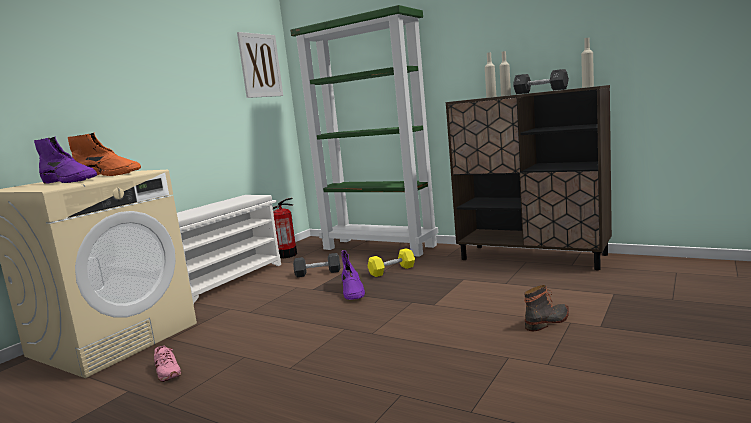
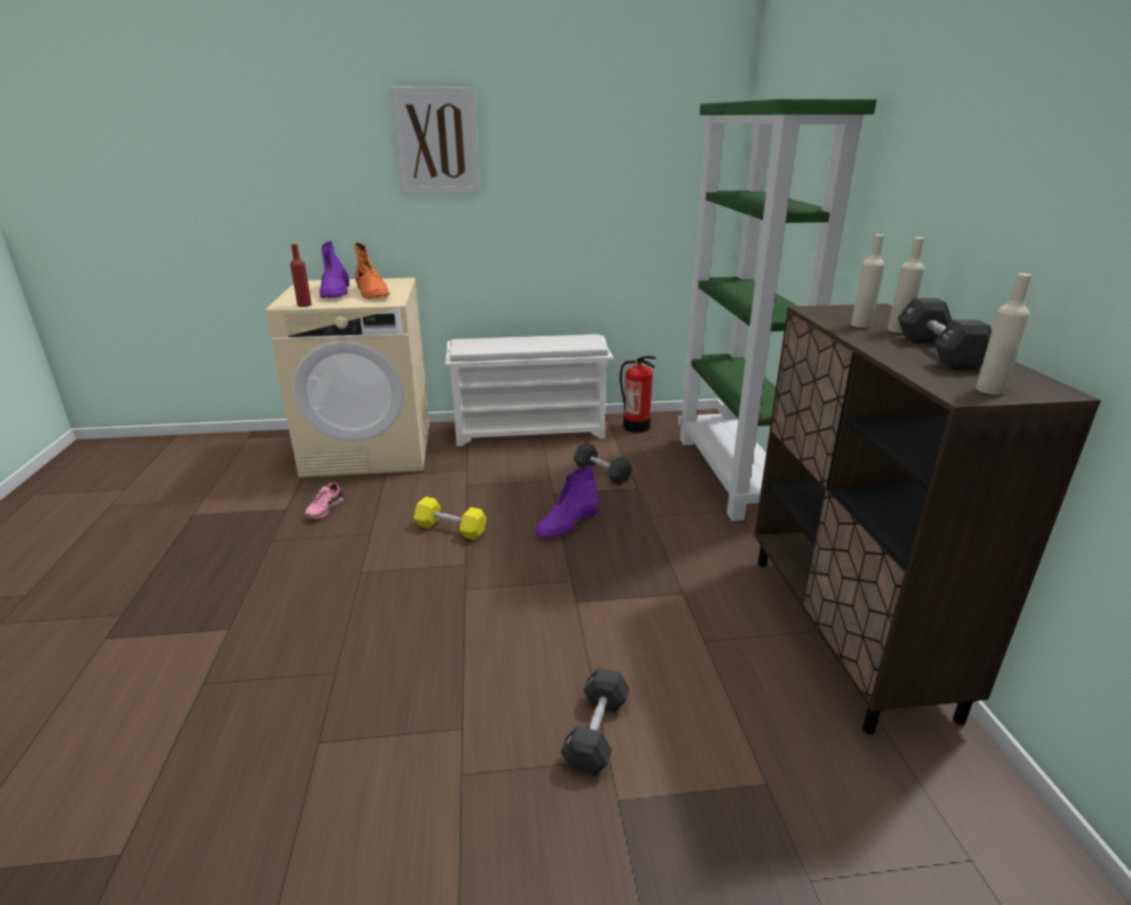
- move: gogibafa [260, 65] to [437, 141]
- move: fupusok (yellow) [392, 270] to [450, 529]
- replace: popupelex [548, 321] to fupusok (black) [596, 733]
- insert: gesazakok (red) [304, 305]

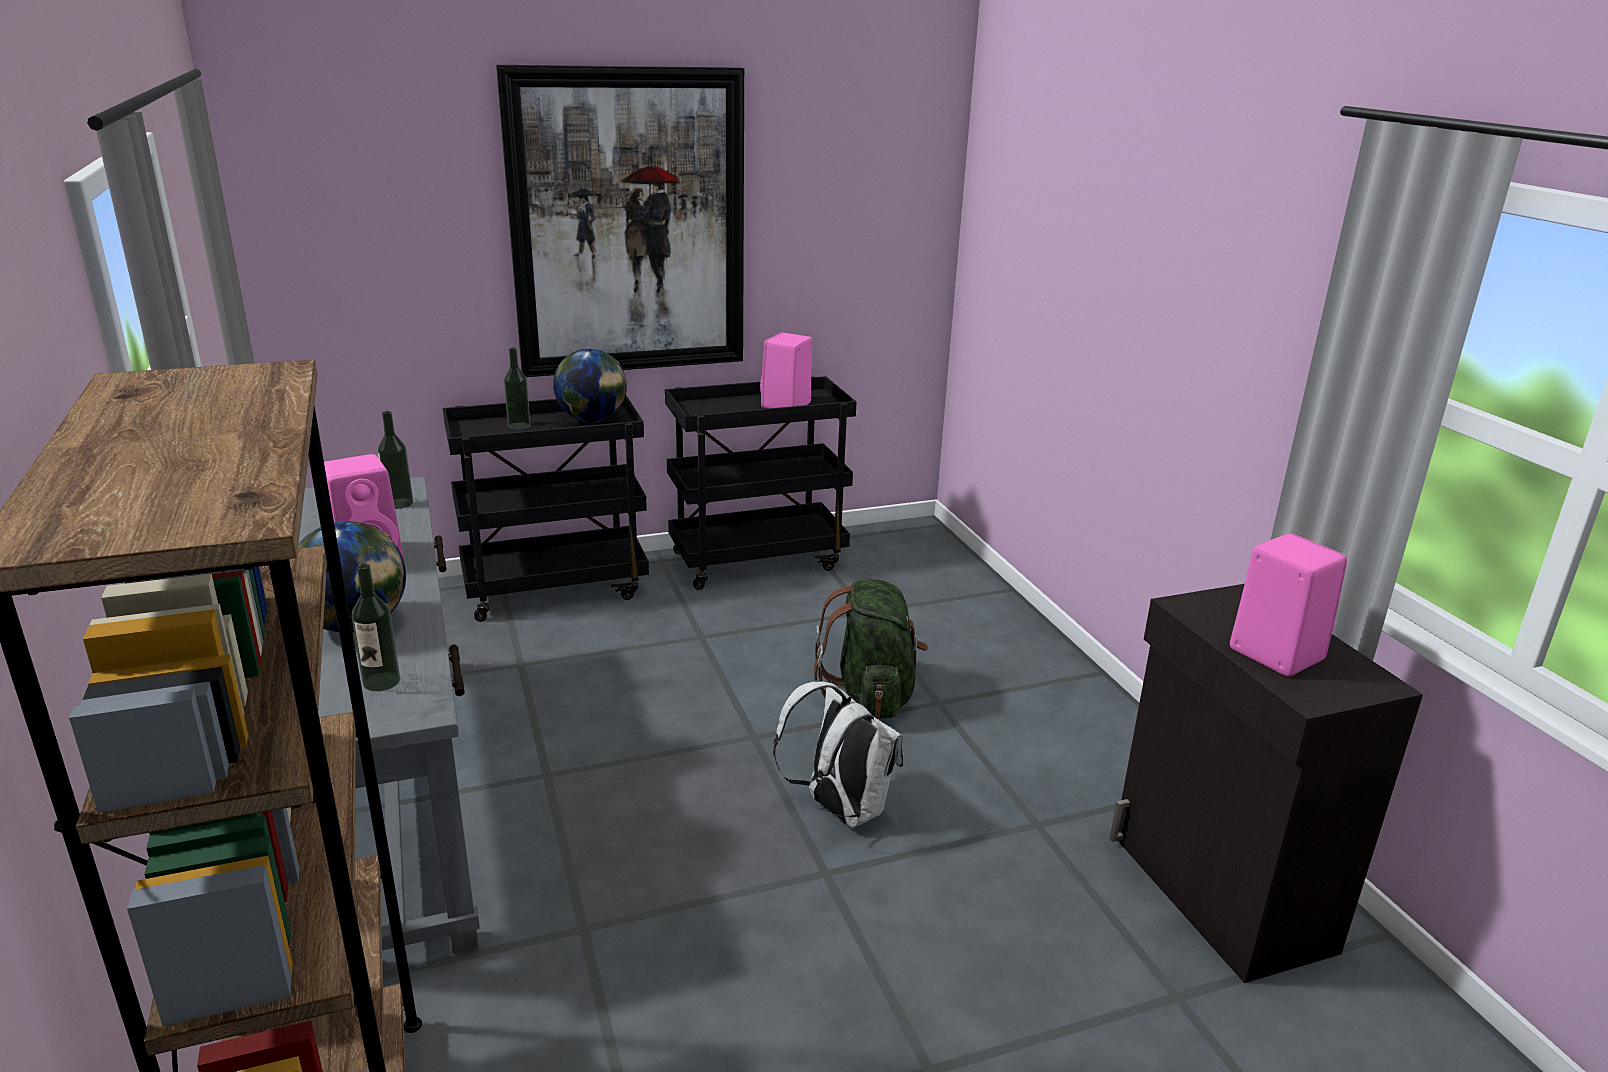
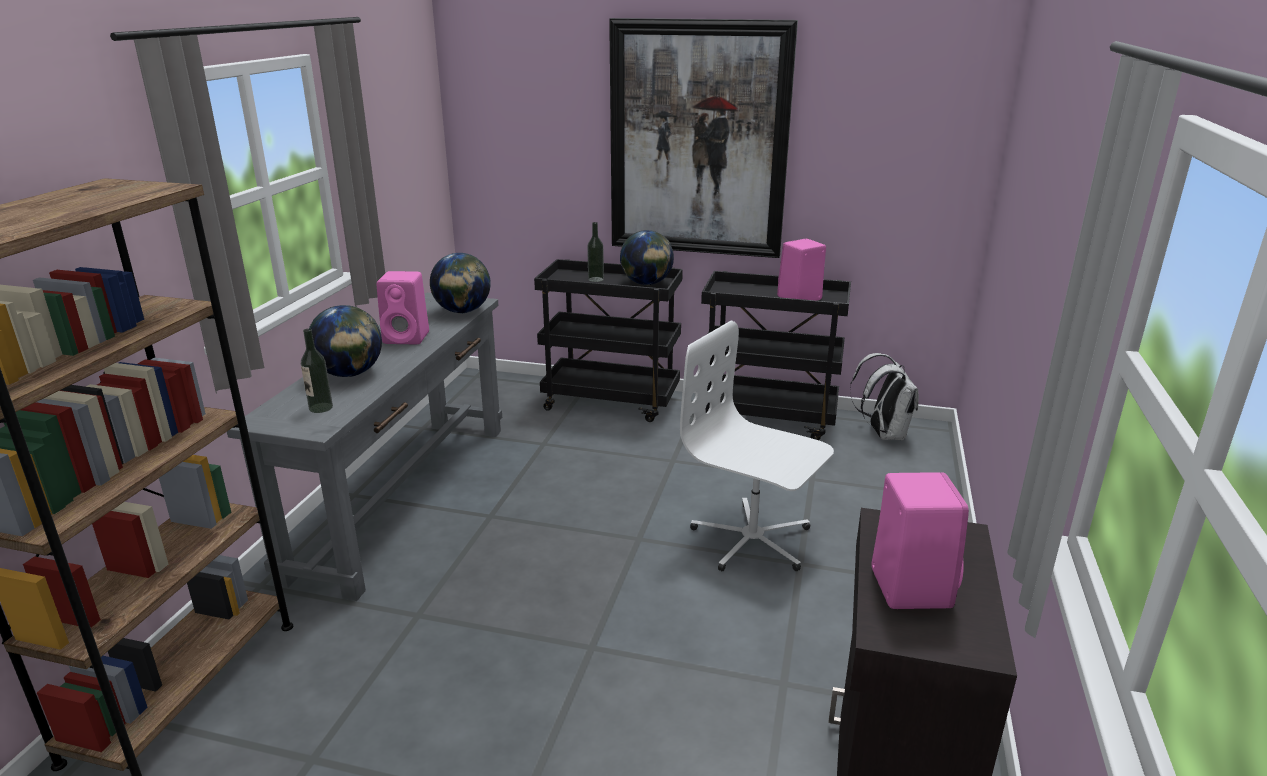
- replace: gesazakok [399, 503] to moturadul [462, 311]
- replace: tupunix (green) [871, 696] to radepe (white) [752, 540]
- move: tupunix (white) [839, 809] to [883, 434]

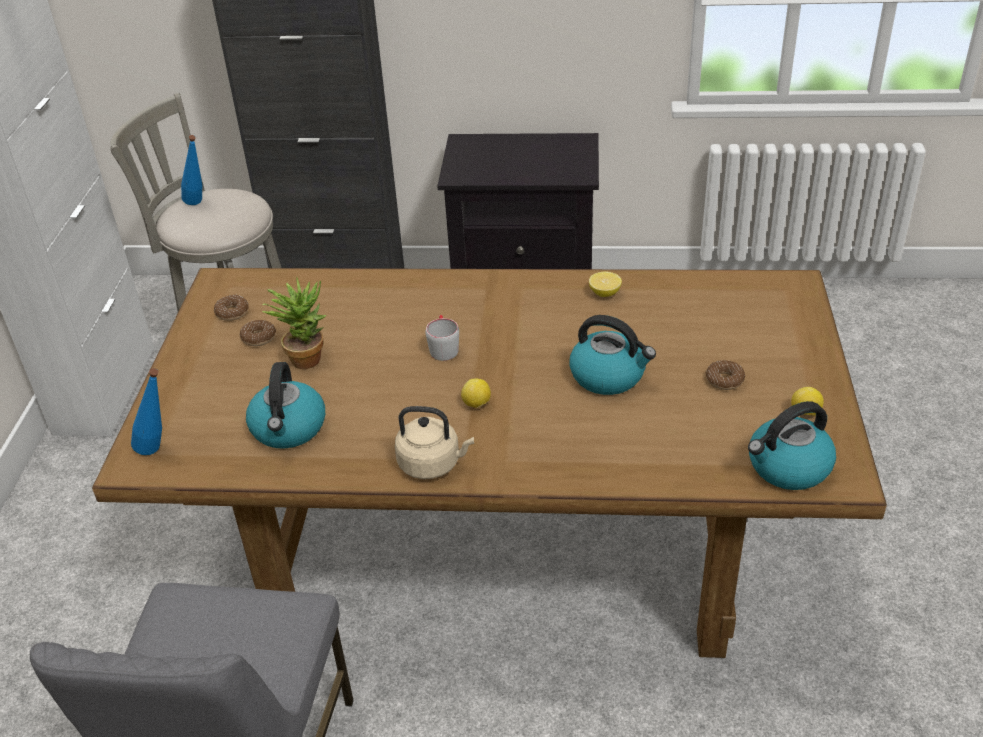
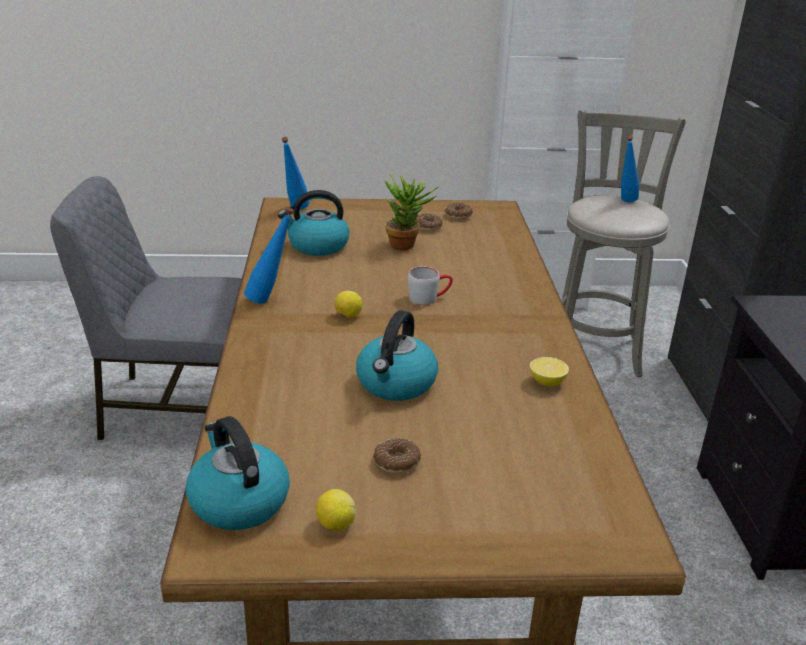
- replace: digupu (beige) [432, 464] to gesazakok (blue) [270, 300]

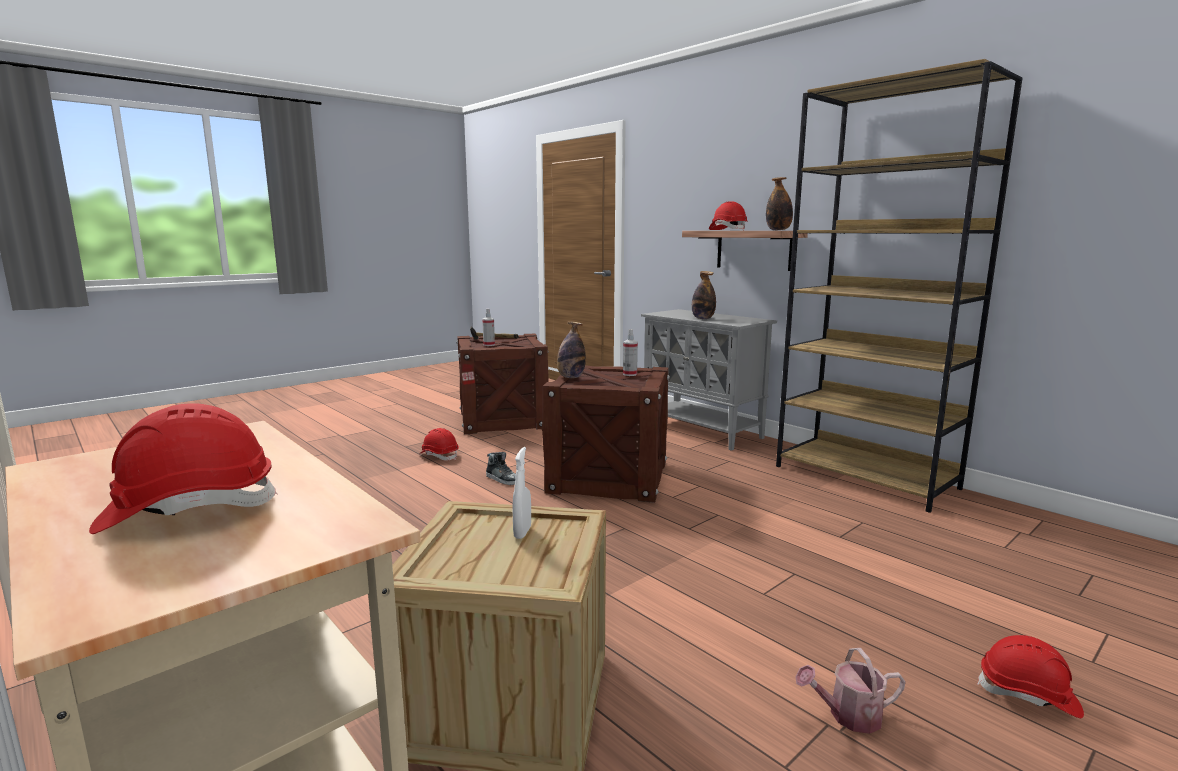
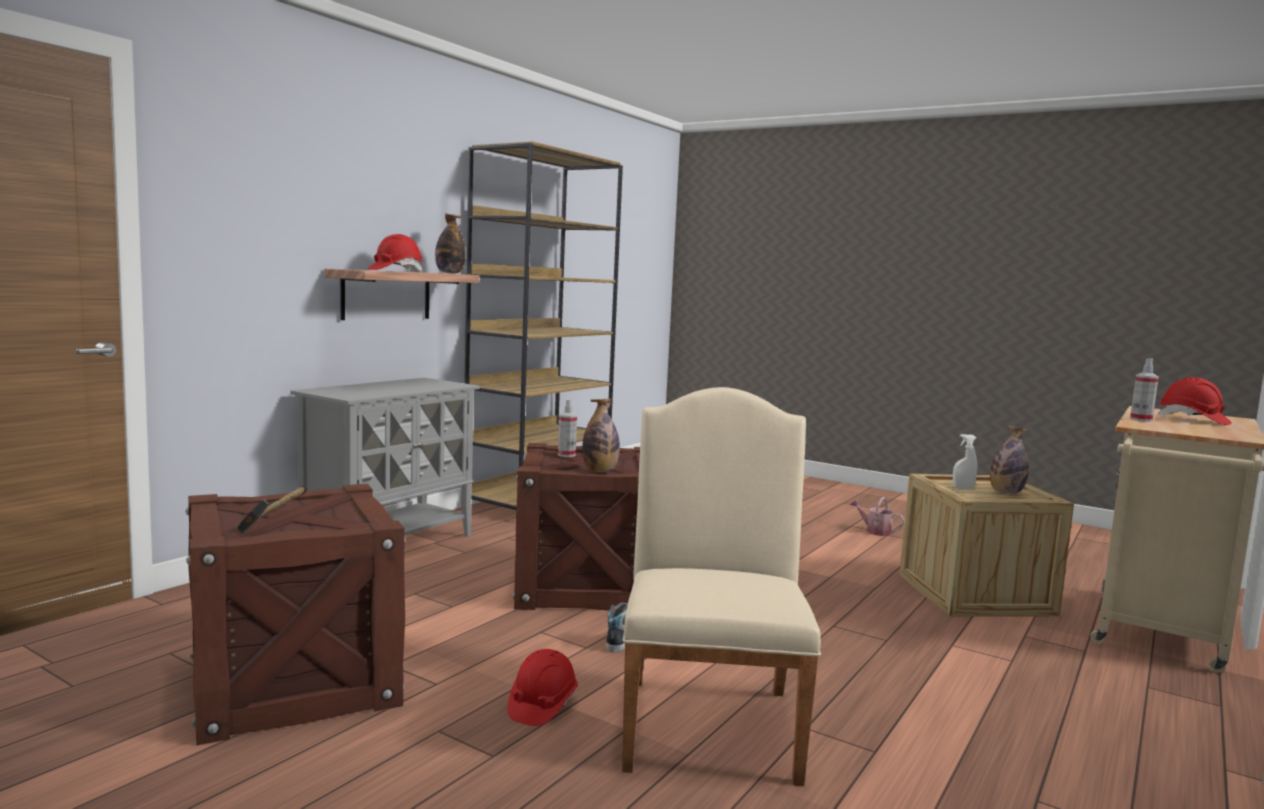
- move: gesazakok [703, 318] to [1006, 493]
- move: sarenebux [489, 345] to [1141, 420]
- delete: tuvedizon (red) [1028, 695]
- rotate: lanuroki [848, 716] = [875, 531] 150 degrees clockwise
- insert: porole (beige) [710, 719]

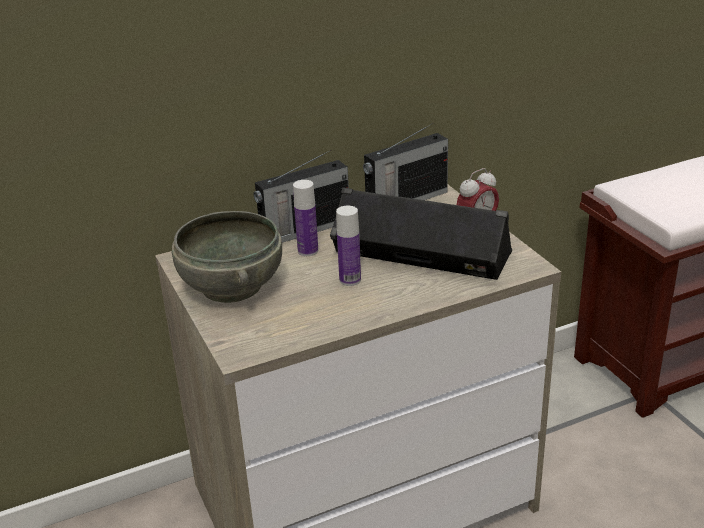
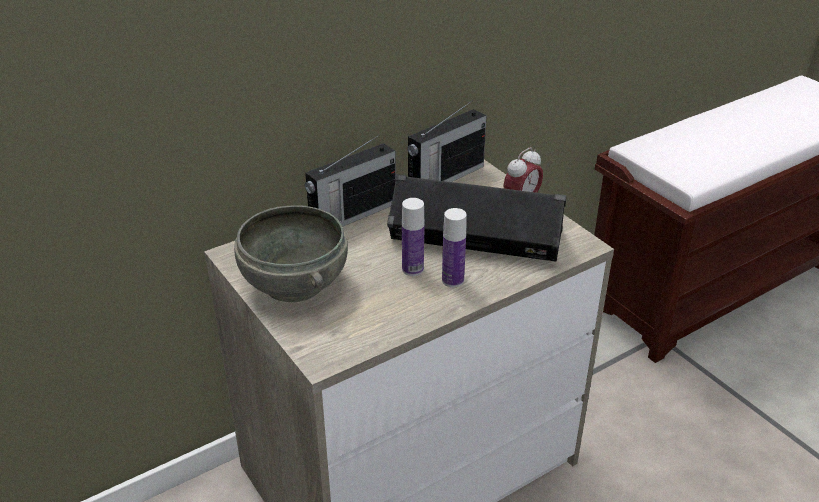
- move: gesazakok [308, 251] to [452, 280]

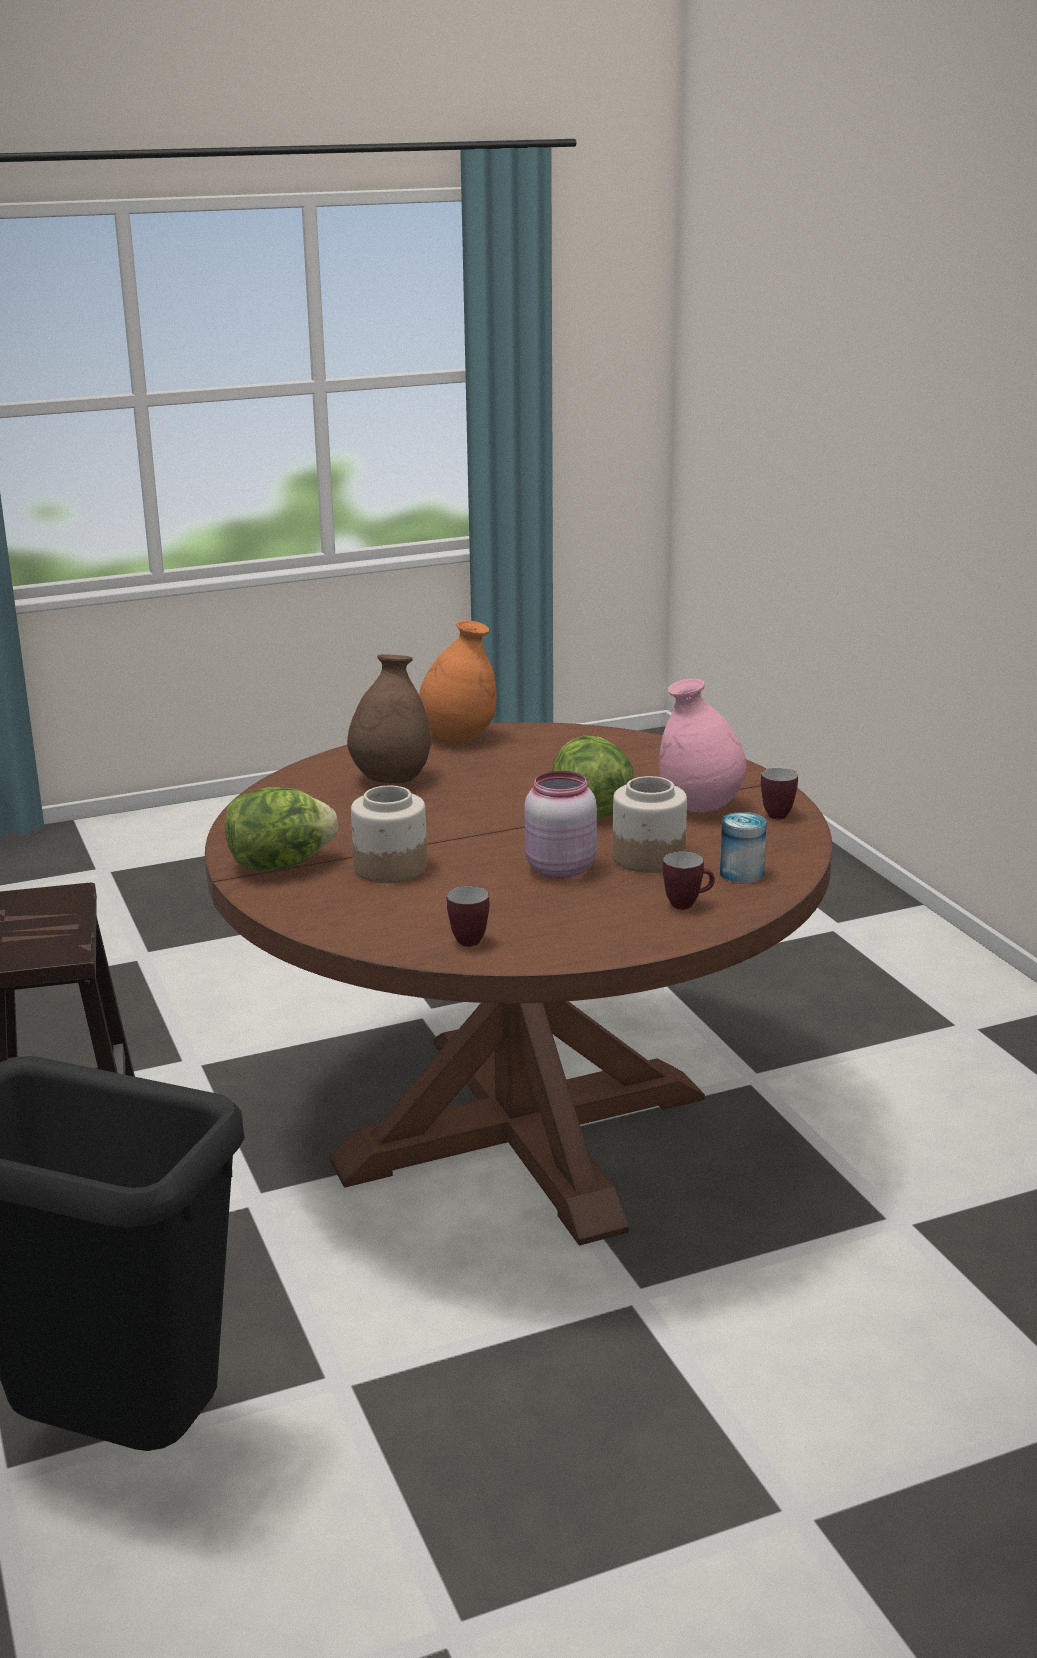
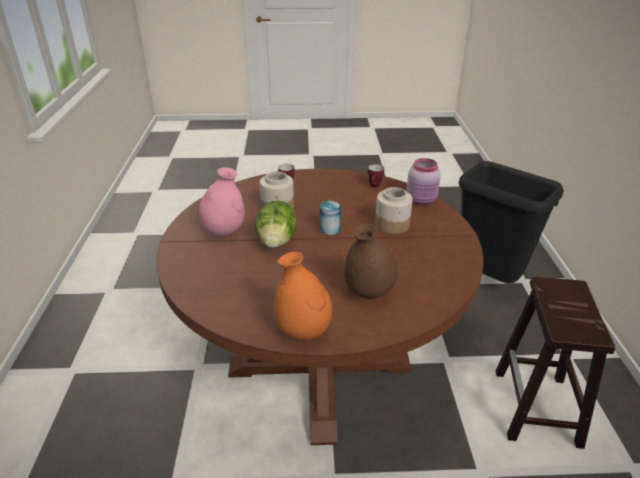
- delete: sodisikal [778, 814]
- move: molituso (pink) [558, 869] to [422, 201]
- delete: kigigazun [280, 865]
- move: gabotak [741, 874] to [330, 229]

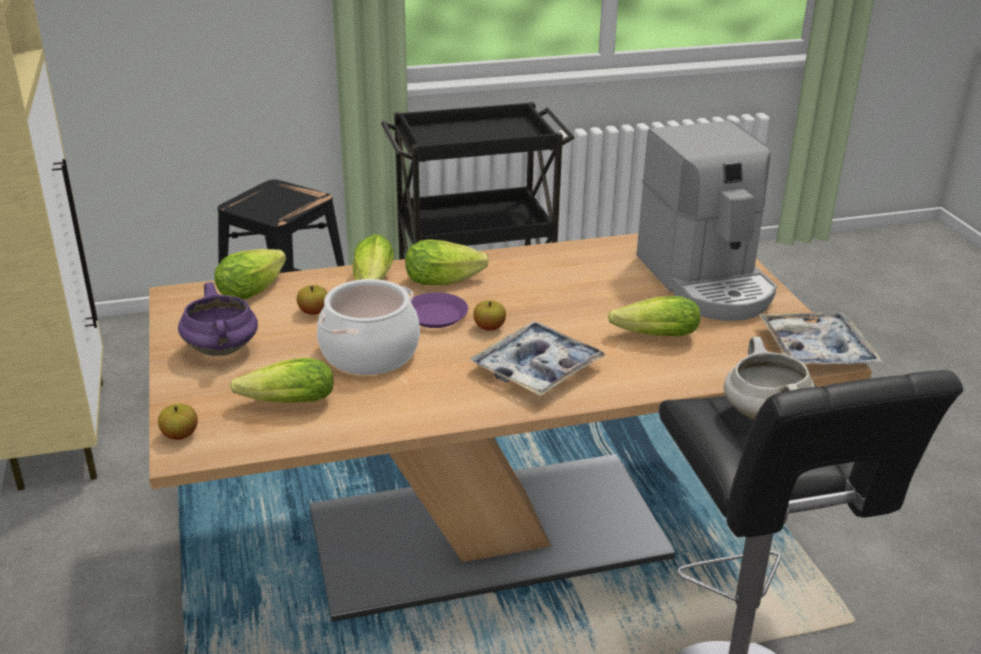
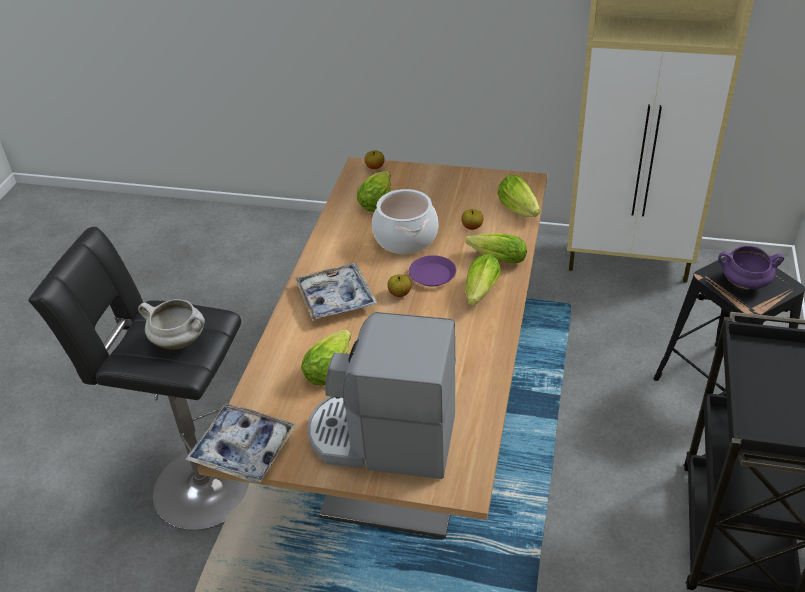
- move: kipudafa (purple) [222, 350] to [743, 284]

